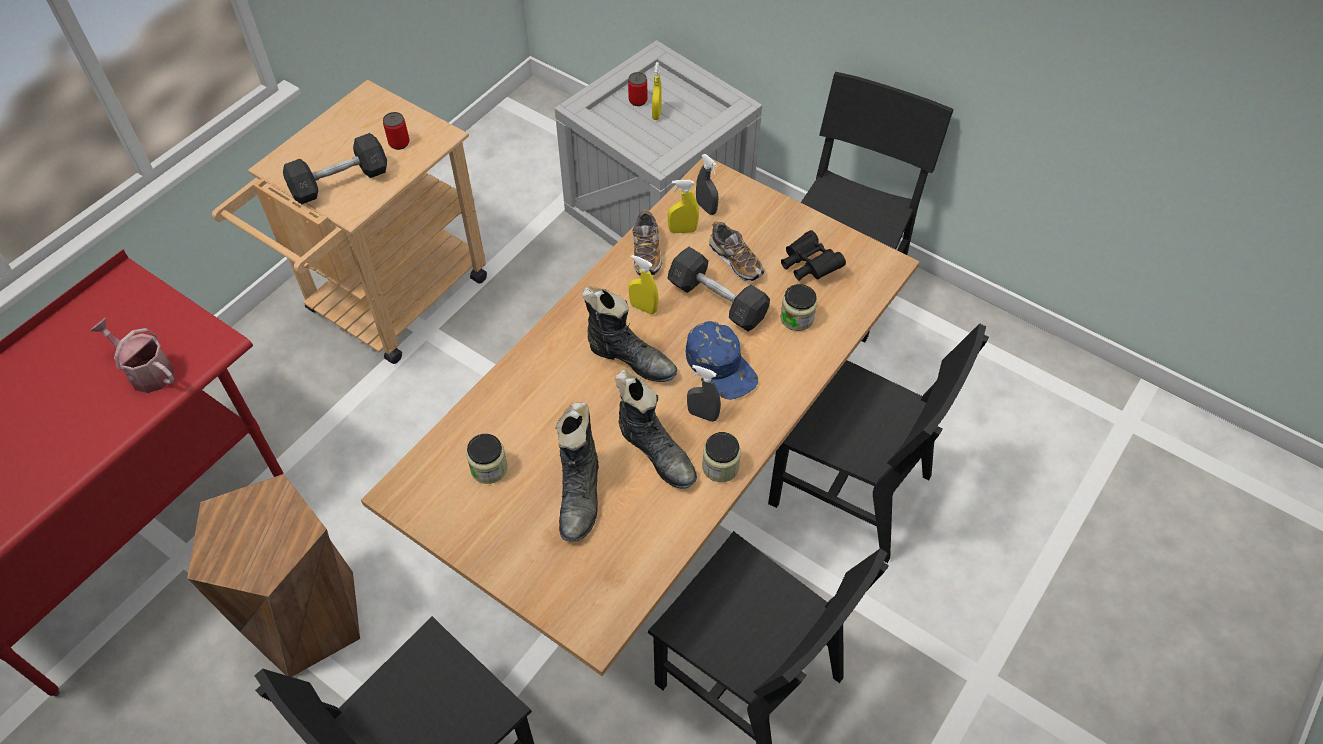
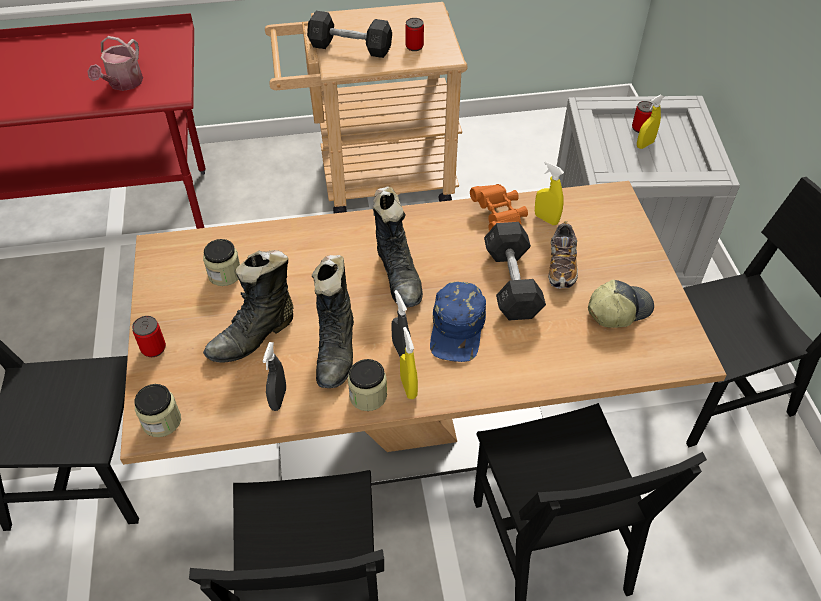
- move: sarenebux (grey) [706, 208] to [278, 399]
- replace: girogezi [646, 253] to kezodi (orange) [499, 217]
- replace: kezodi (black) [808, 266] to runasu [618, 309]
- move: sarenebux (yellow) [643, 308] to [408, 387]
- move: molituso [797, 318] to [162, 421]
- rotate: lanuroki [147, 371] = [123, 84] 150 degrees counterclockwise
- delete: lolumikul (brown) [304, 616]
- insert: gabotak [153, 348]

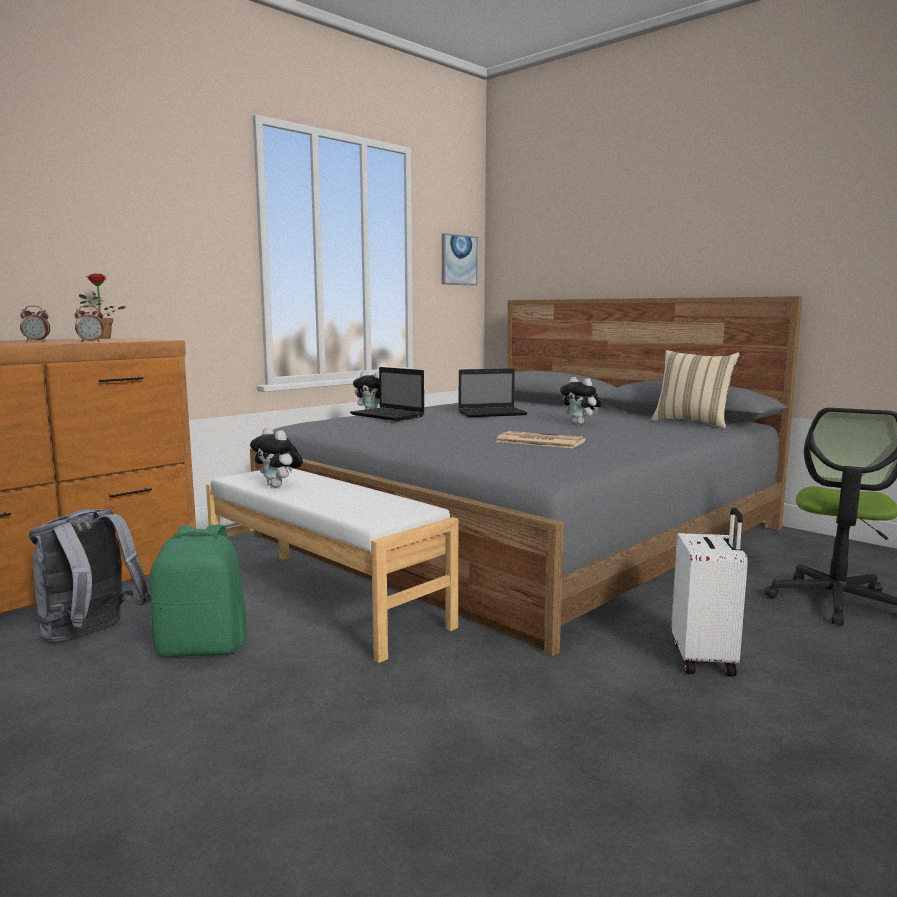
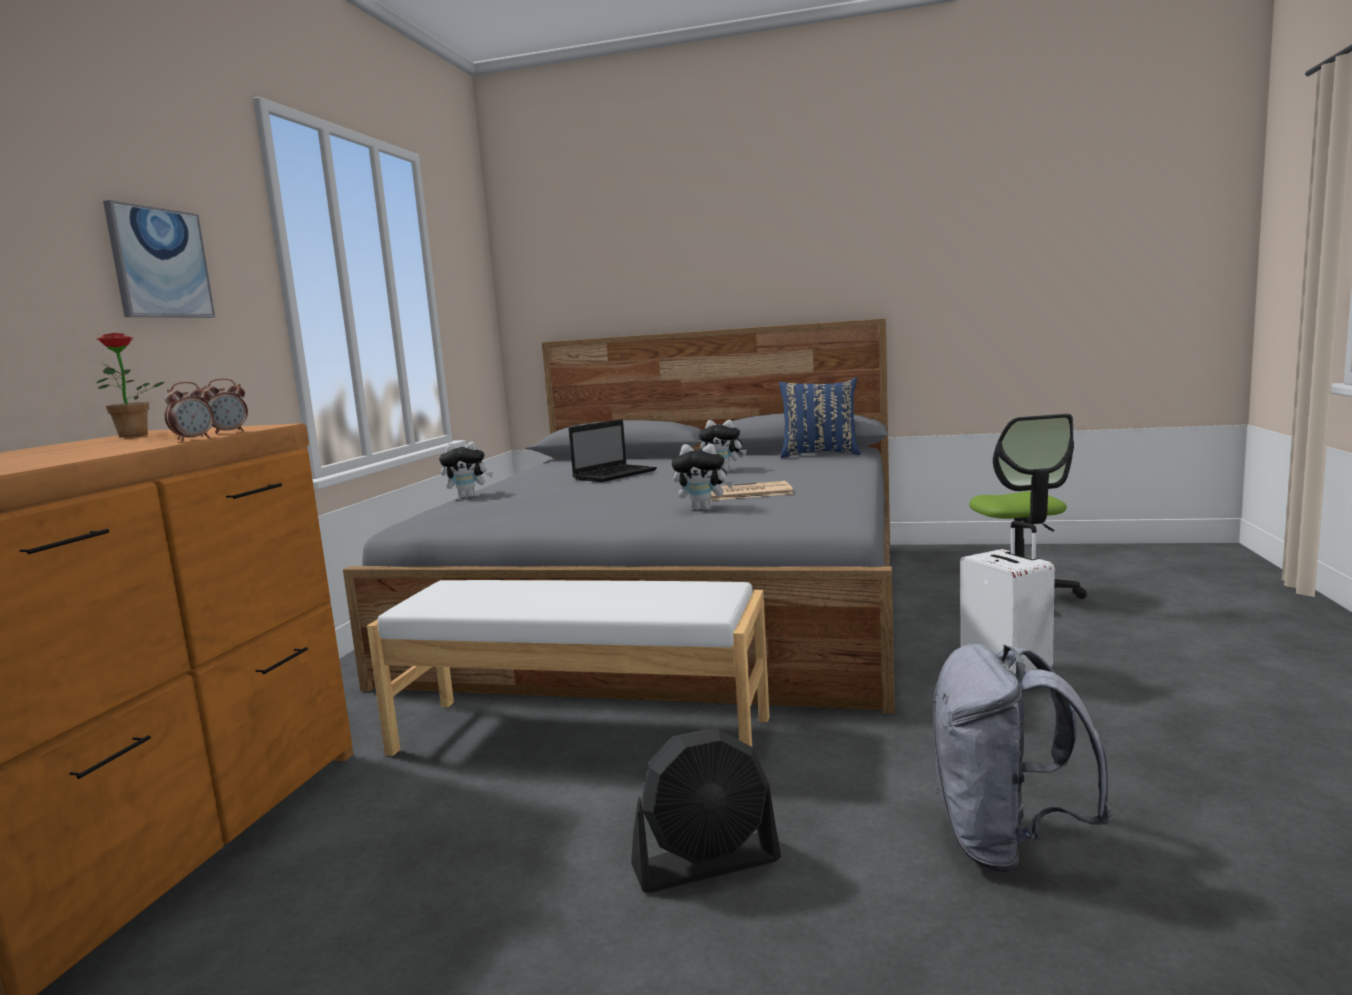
- move: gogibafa [458, 260] to [160, 263]
- move: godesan [36, 341] to [229, 432]
- recolor: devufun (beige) [692, 423] to devufun (blue) [820, 454]
- delete: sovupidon [389, 416]
- move: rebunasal [278, 486] to [703, 508]
- move: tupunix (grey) [90, 636] to [1006, 843]
- delete: tupunix (green) [203, 647]
- insert: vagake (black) [706, 863]

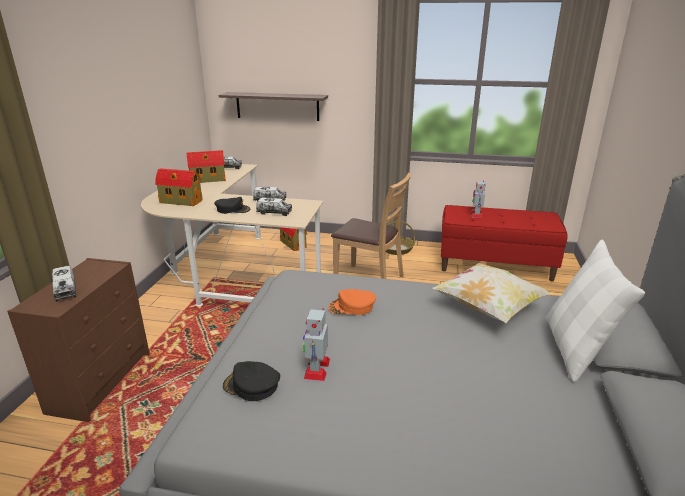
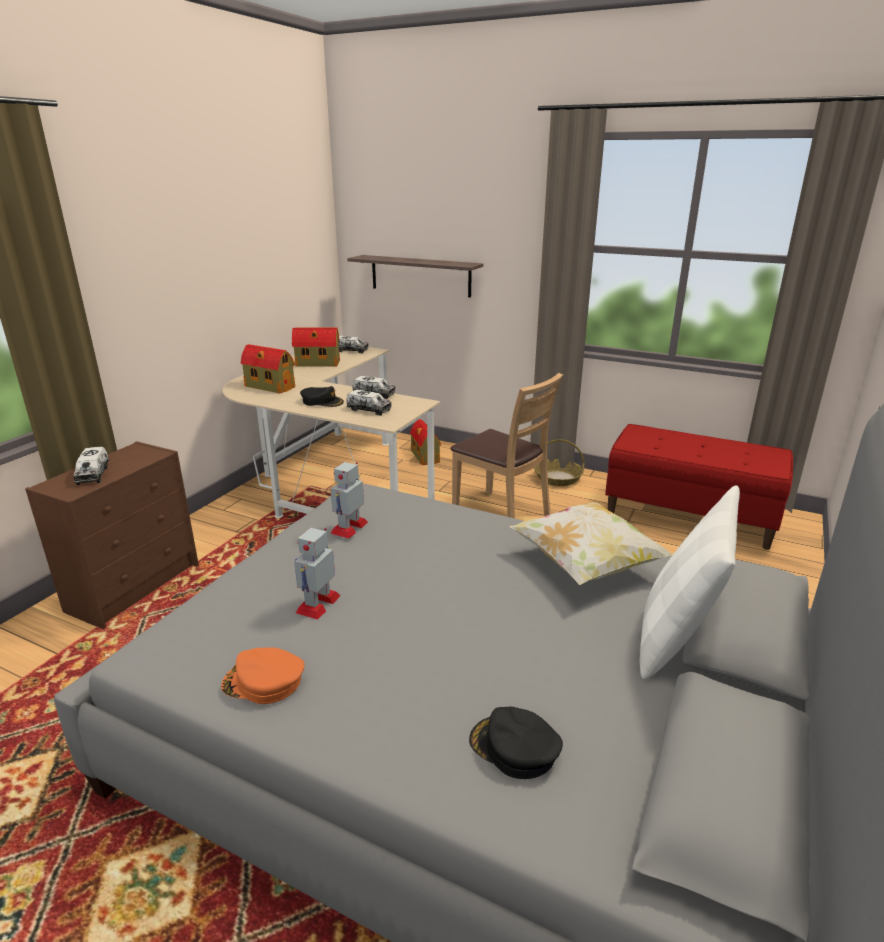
- move: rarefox [476, 214] to [349, 527]
- move: runasu (orange) [352, 307] to [263, 682]
- move: runasu (black) [251, 385] to [514, 748]

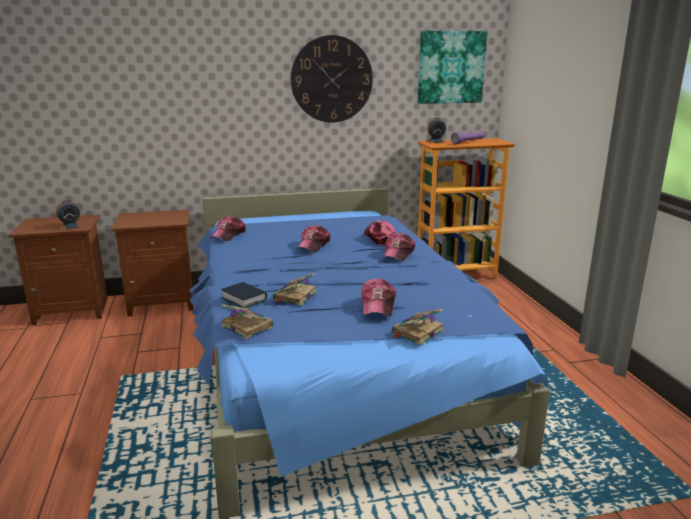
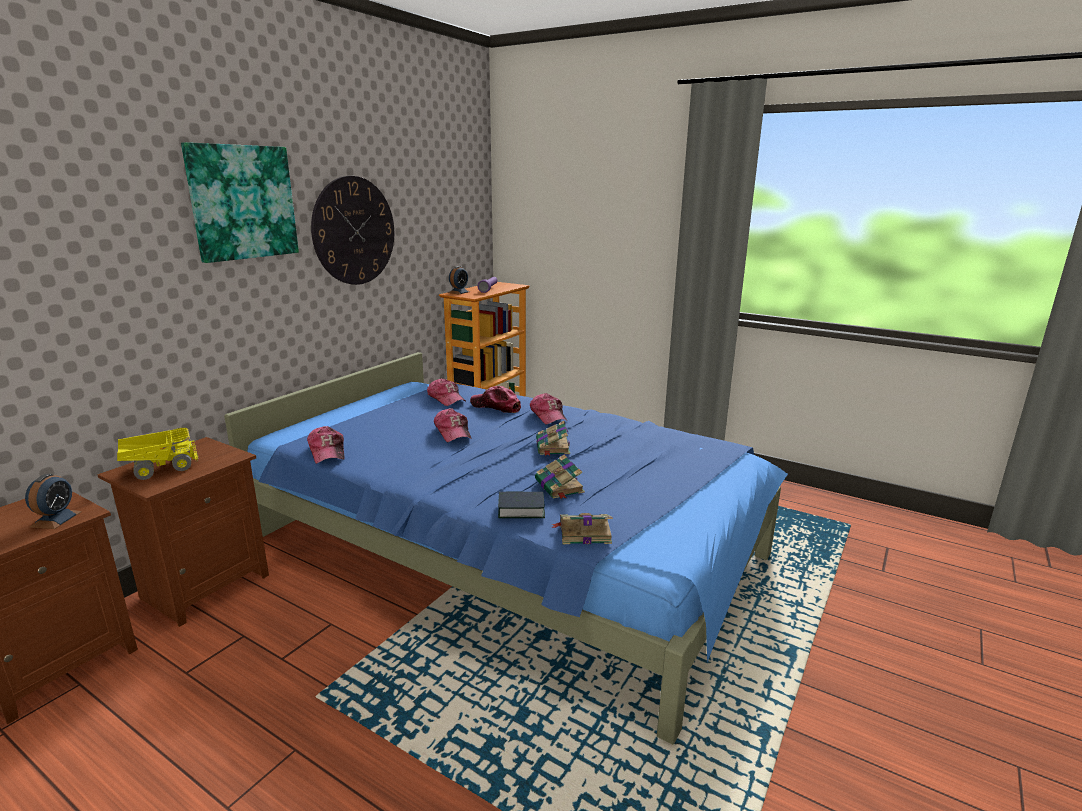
- move: gogibafa [450, 67] to [242, 202]
- move: runasu [378, 305] to [446, 399]
- move: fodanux [417, 332] to [553, 447]
- insert: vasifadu [159, 469]

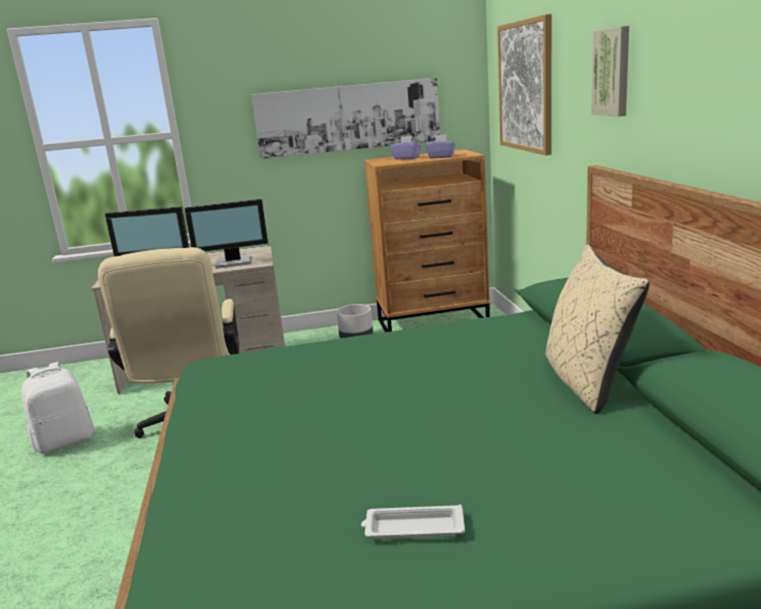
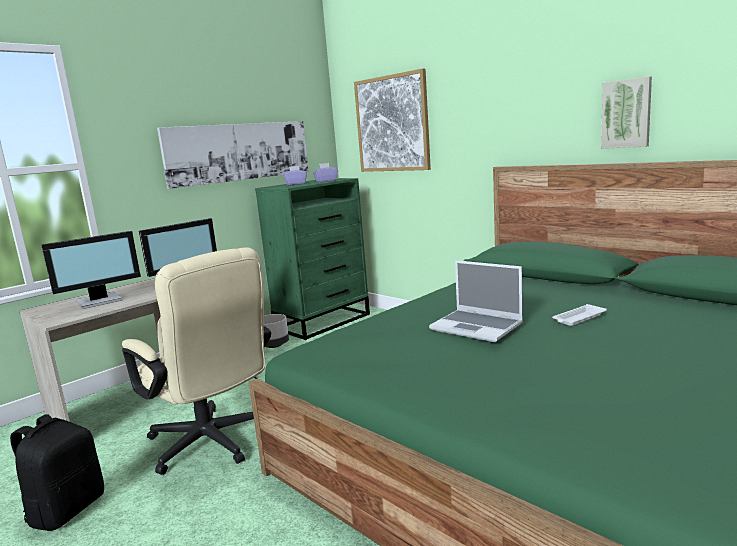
- move: gogibafa [613, 72] to [626, 114]
- recolor: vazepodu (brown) [433, 323] to vazepodu (green) [323, 321]
- delete: devufun (beige) [587, 382]
- recolor: tupunix (white) [65, 441] to tupunix (black) [67, 510]
- move: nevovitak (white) [412, 528] to [578, 318]
- insert: sovupidon [477, 327]

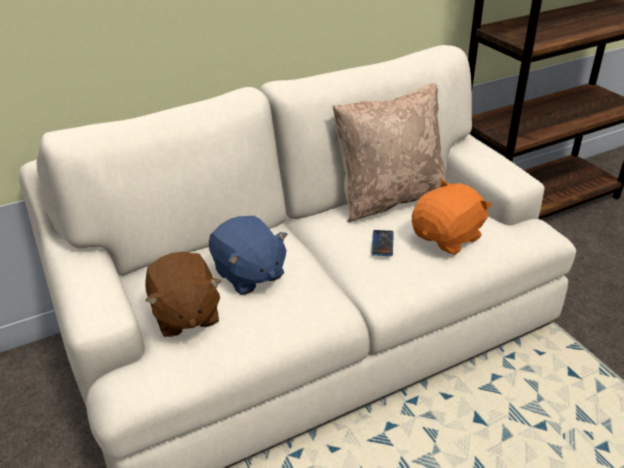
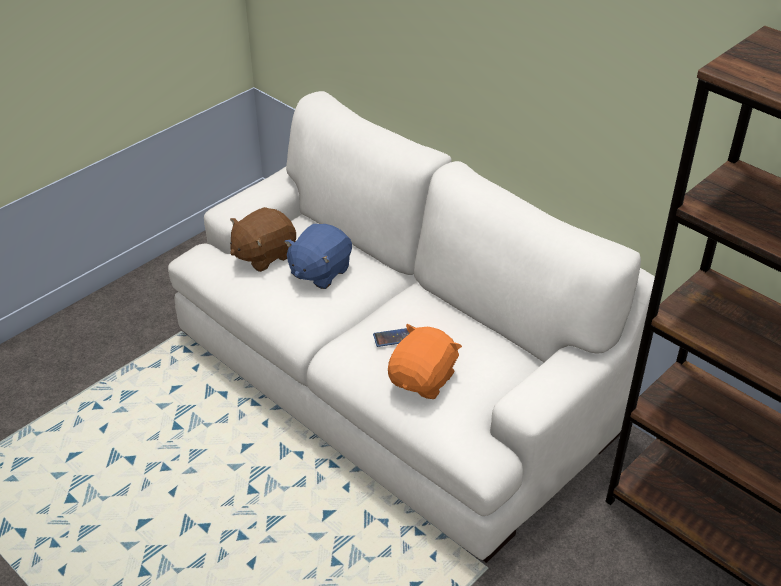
- delete: devufun (beige) [389, 198]
- rotate: rebunasal (orange) [448, 237] = [423, 379] 90 degrees counterclockwise

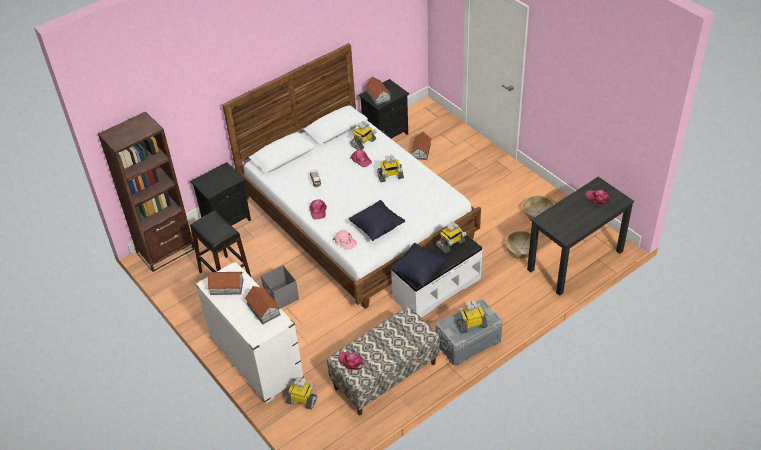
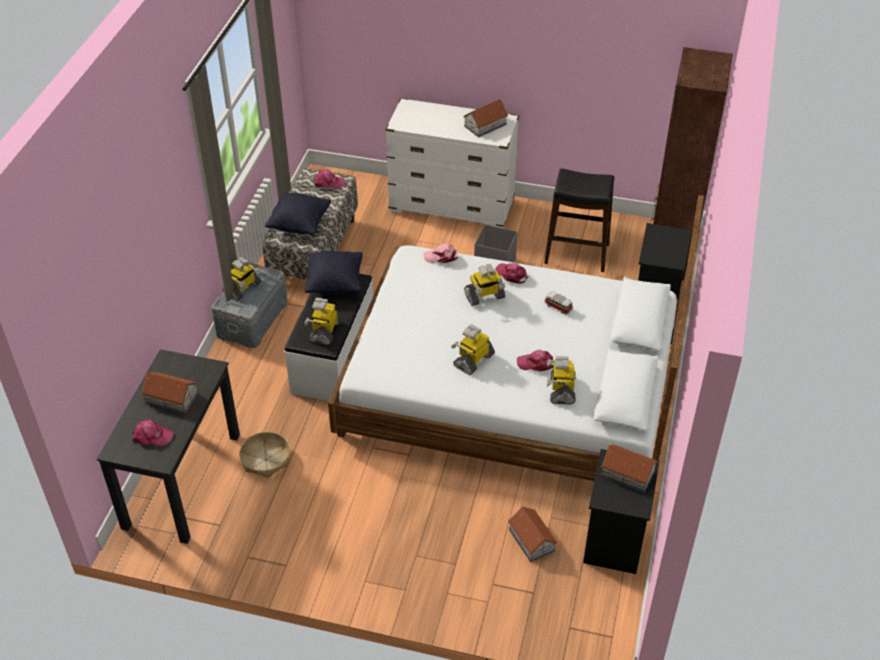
- delete: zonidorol [538, 212]
- move: devufun (black) [377, 228] to [299, 225]
- move: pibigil [263, 310] to [171, 398]
- move: rarefox [302, 400] to [484, 296]

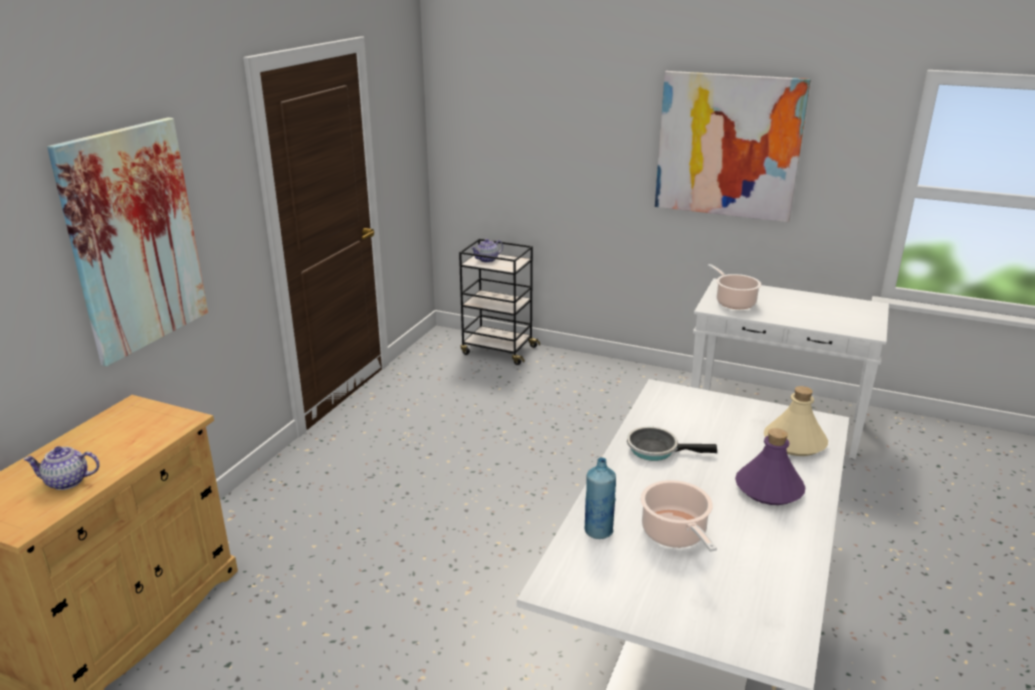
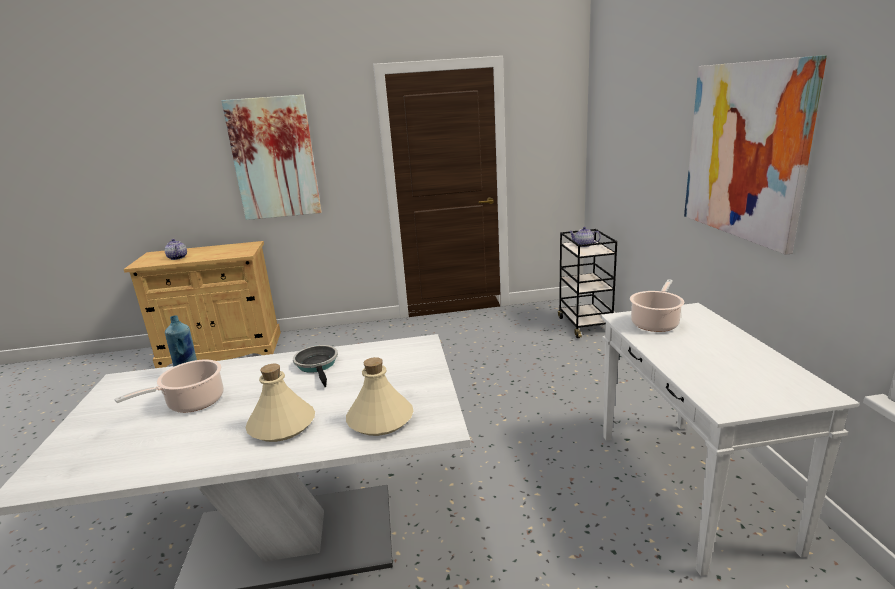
- recolor: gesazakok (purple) [768, 488] to gesazakok (beige) [282, 425]

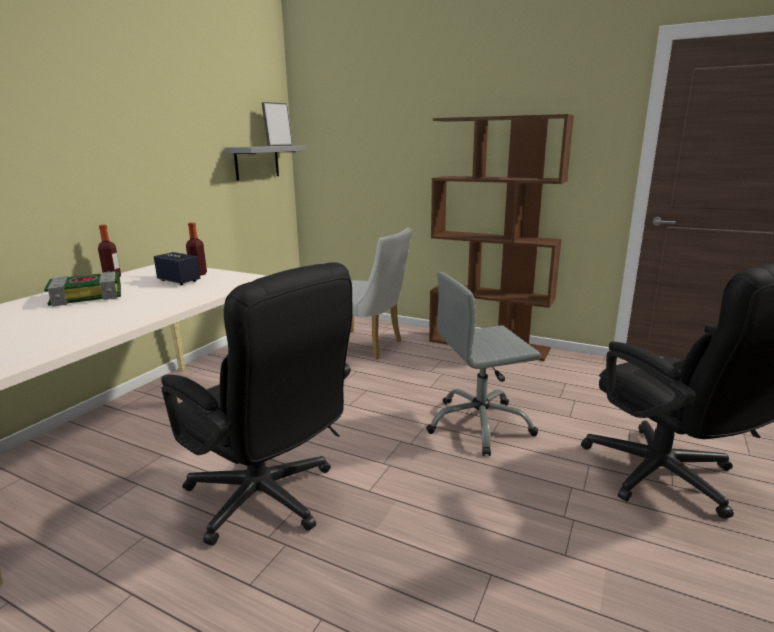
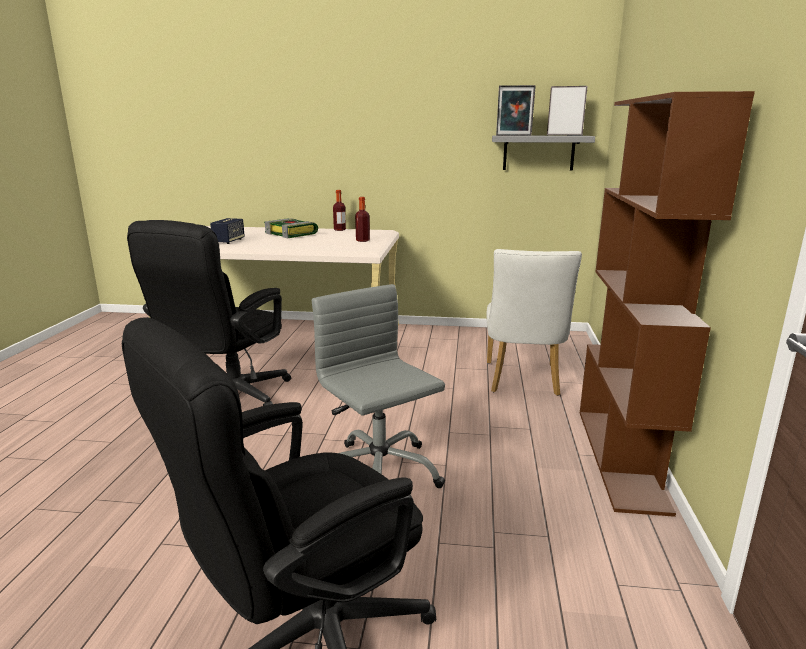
- move: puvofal [179, 281] to [228, 241]
- insert: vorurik [513, 135]

